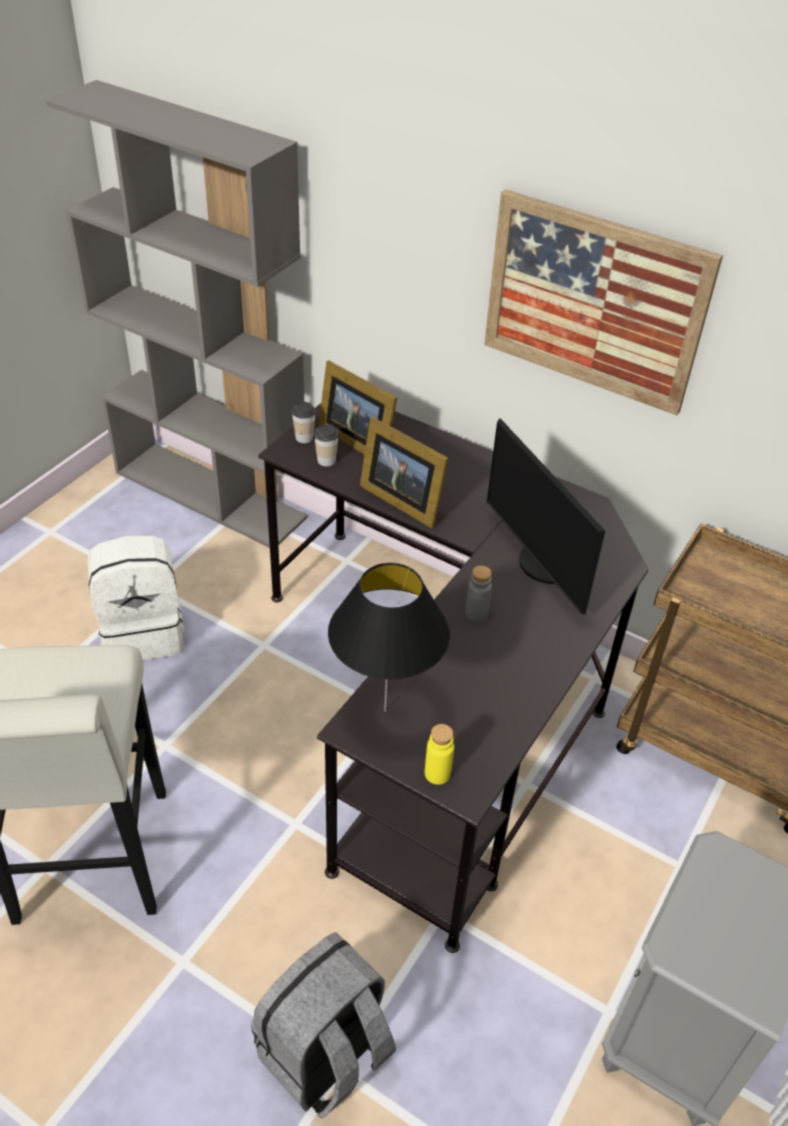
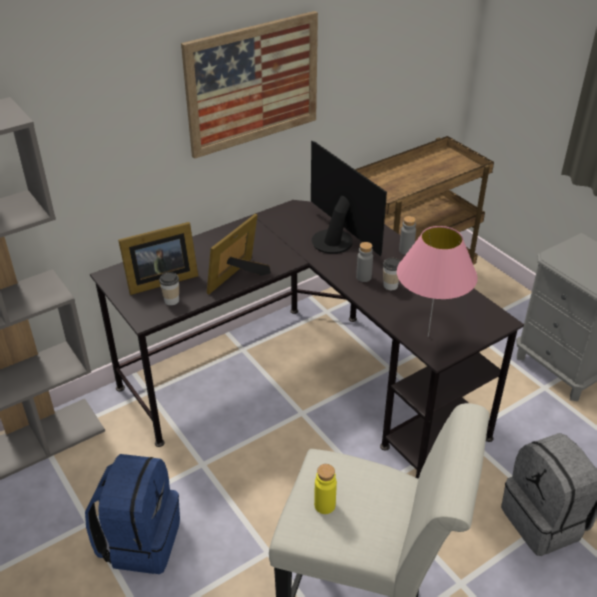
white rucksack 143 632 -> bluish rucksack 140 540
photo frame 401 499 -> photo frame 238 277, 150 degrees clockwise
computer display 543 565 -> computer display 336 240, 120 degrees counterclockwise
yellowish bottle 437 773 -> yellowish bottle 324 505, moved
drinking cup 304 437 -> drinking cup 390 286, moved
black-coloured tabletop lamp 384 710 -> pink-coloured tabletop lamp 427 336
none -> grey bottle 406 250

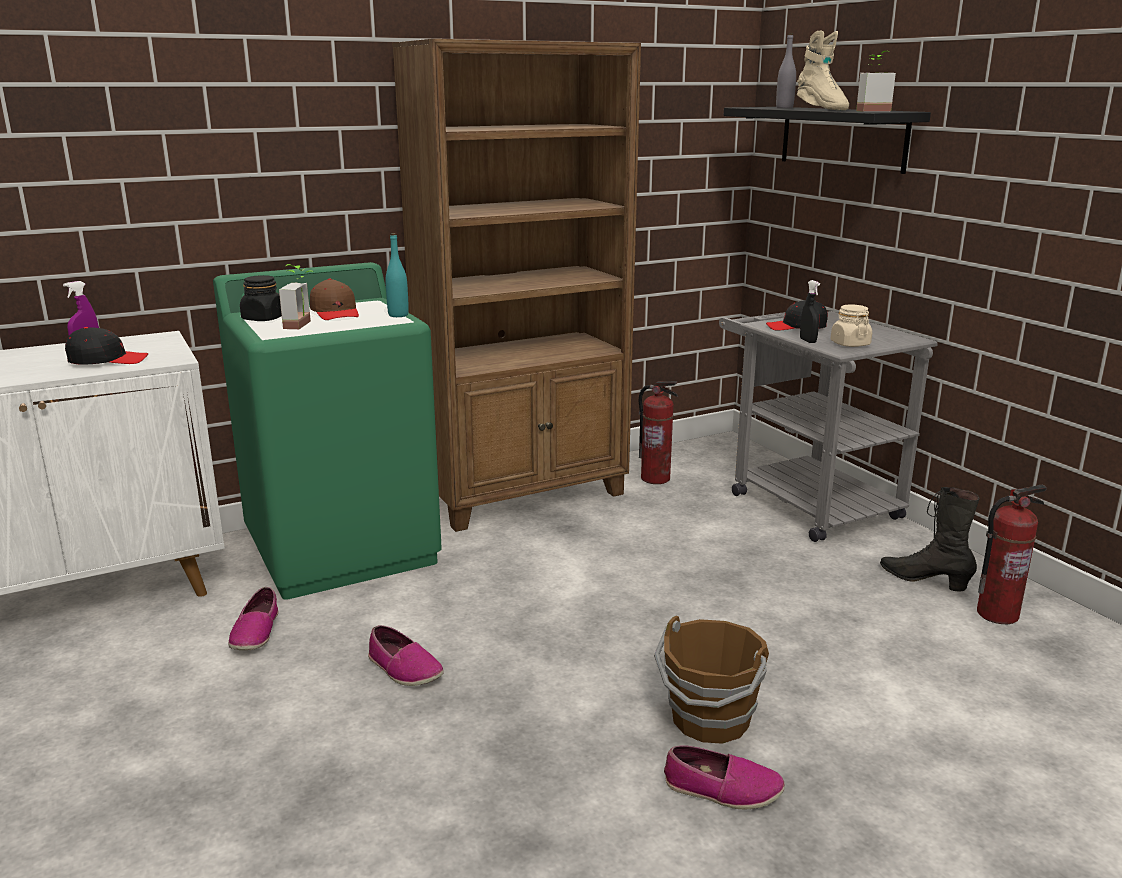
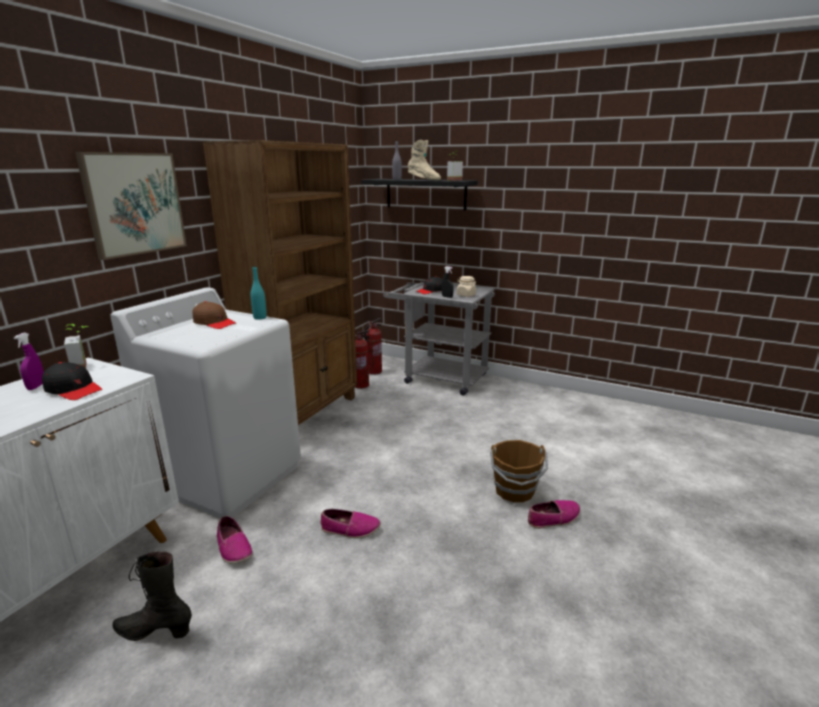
black-coloured baseball cap 107 360 -> black-coloured baseball cap 73 389, 75 degrees clockwise
plant in a pot 304 325 -> plant in a pot 85 366, moved
none -> picture 134 204
green-coloured laundry machine 343 547 -> white laundry machine 228 476
black-coloured tall boot 924 580 -> black-coloured tall boot 154 631, moved
extinguisher 997 614 -> extinguisher 374 371, moved
black-coloured jar 263 318 -> none

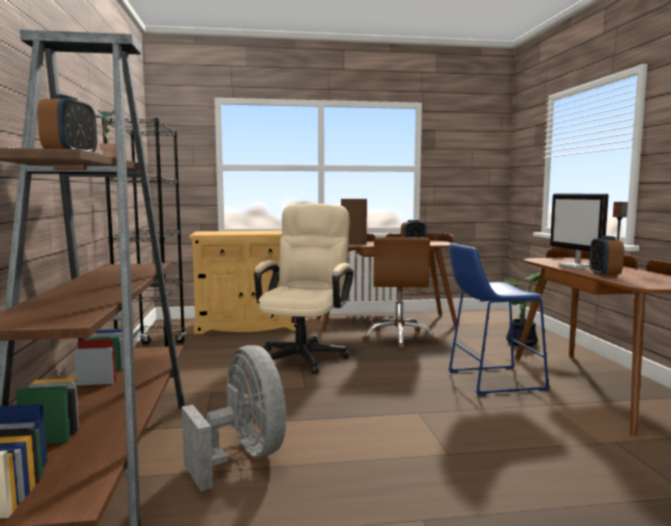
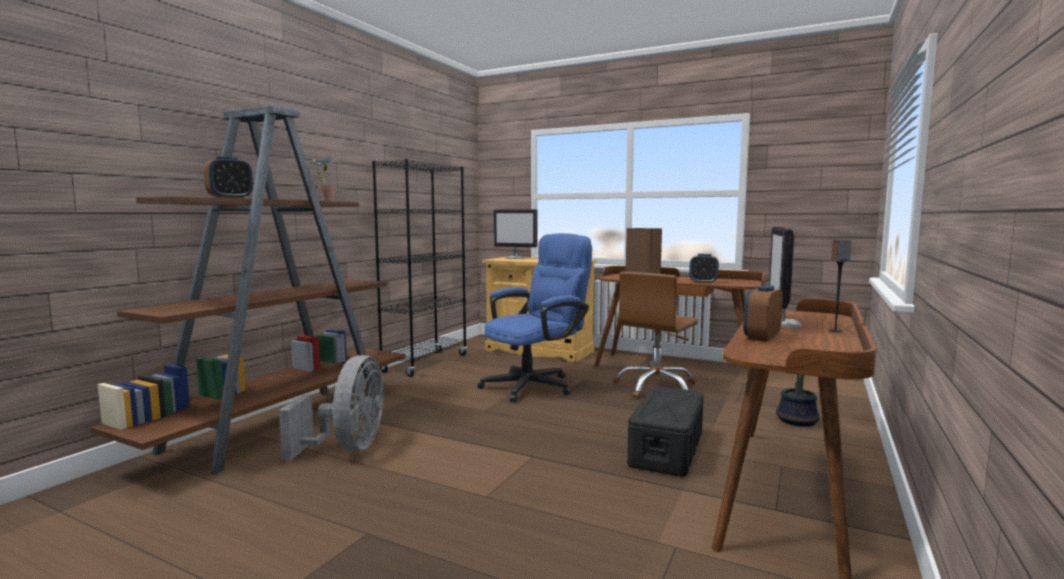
sand-coloured desk chair 305 355 -> bluish desk chair 535 385
none -> computer display 516 258
bluish stool seat 490 381 -> black-coloured storage box 667 449

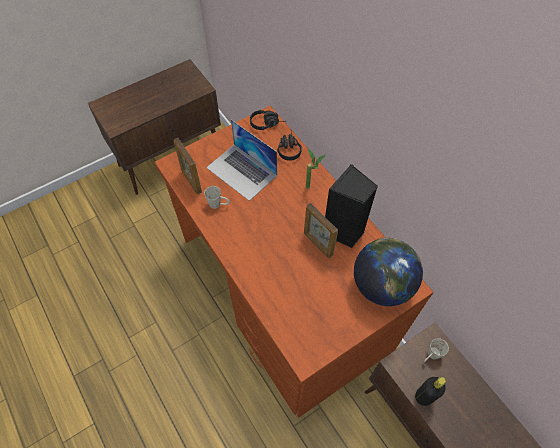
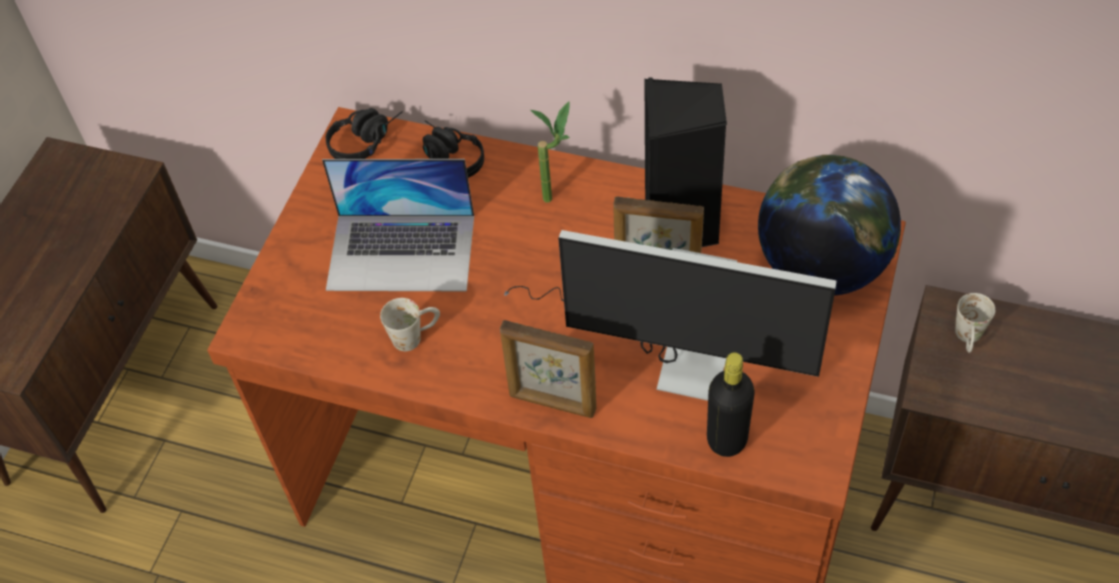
photo frame 191 181 -> photo frame 552 403, moved
none -> computer display 669 354
black-coloured bottle 424 396 -> black-coloured bottle 727 439, moved

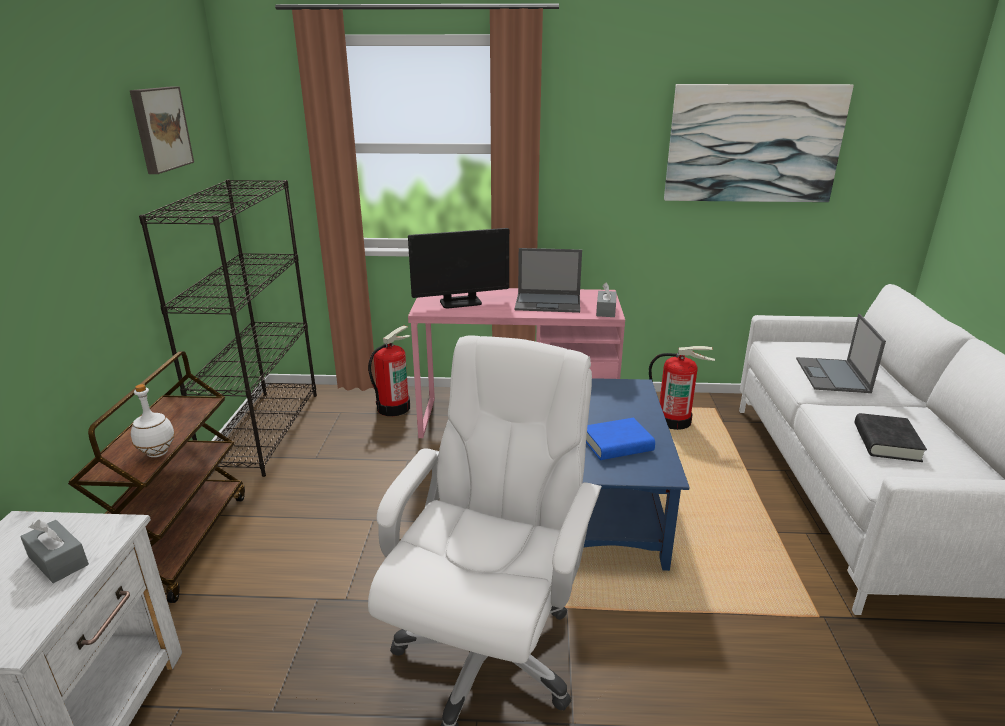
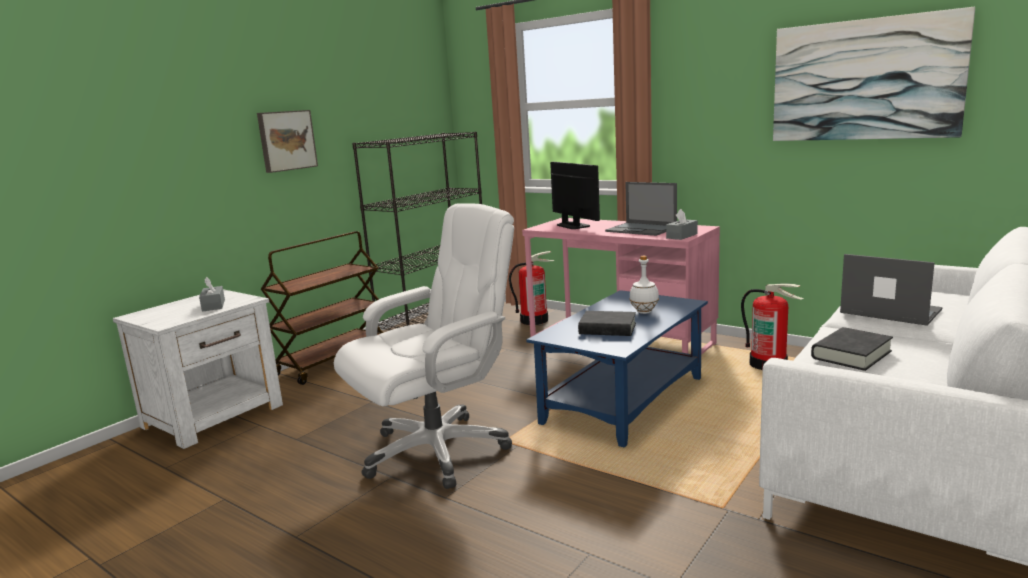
picture 159 129 -> picture 286 140, moved
computer display 460 302 -> computer display 573 225, 135 degrees counterclockwise
bluish book 617 444 -> black-coloured book 607 329
white bottle 158 453 -> white bottle 644 312, moved
portable computer 832 376 -> portable computer 889 311, 90 degrees clockwise

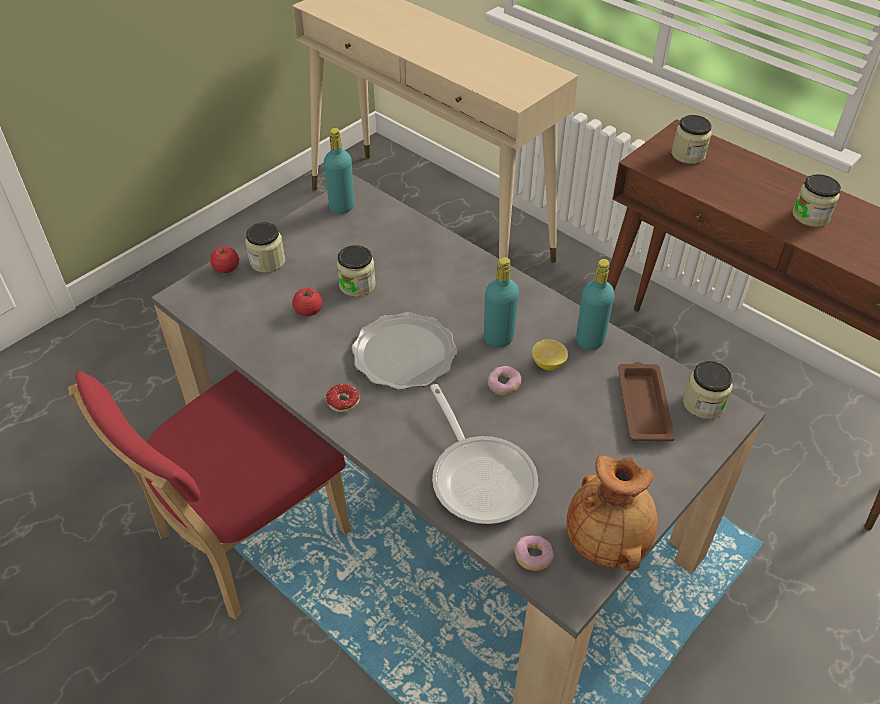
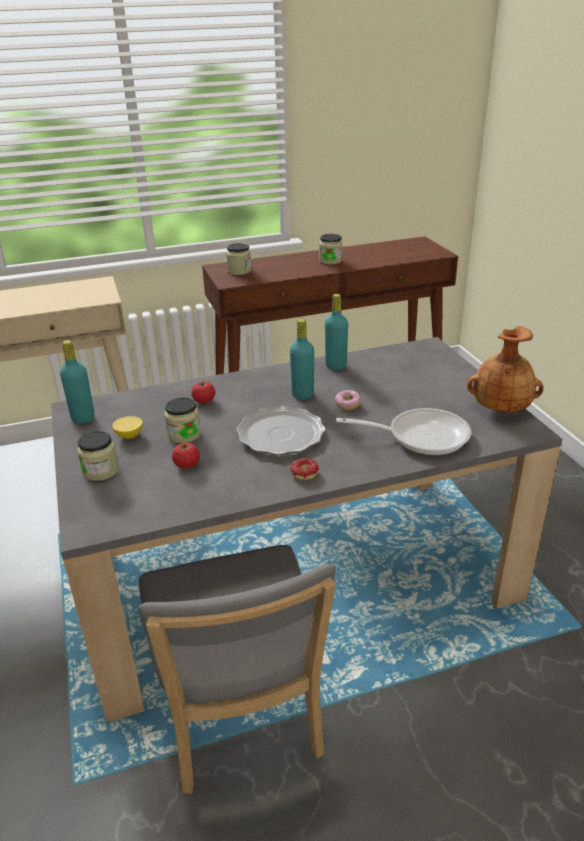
lemon 548 363 -> lemon 129 435, moved
reddish plain chair 245 538 -> grey plain chair 241 719
fresh tomato 226 268 -> fresh tomato 204 401, moved
donut 533 557 -> none
brownish carrying tray 643 405 -> none
jar 703 403 -> none

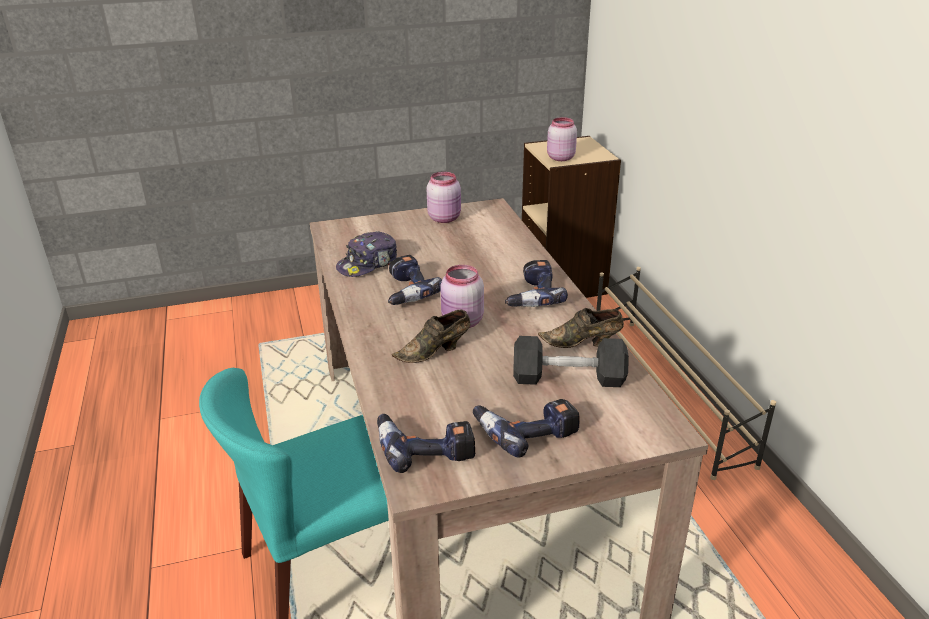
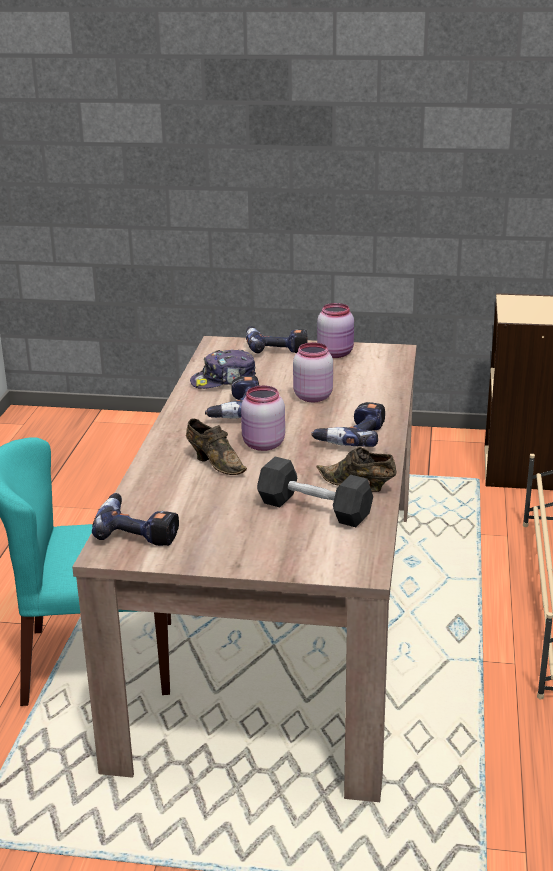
brownish low shoe 435 352 -> brownish low shoe 215 463, 135 degrees counterclockwise
power drill 526 431 -> power drill 276 347, moved
pink-coloured jar 560 158 -> pink-coloured jar 312 397, moved

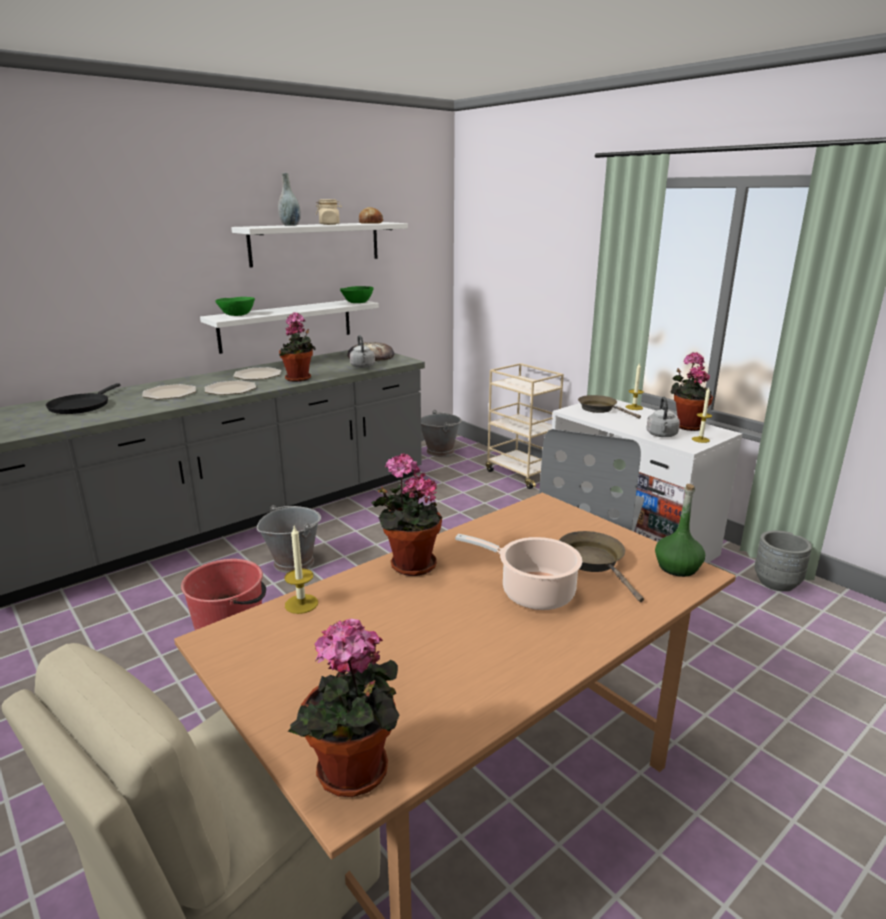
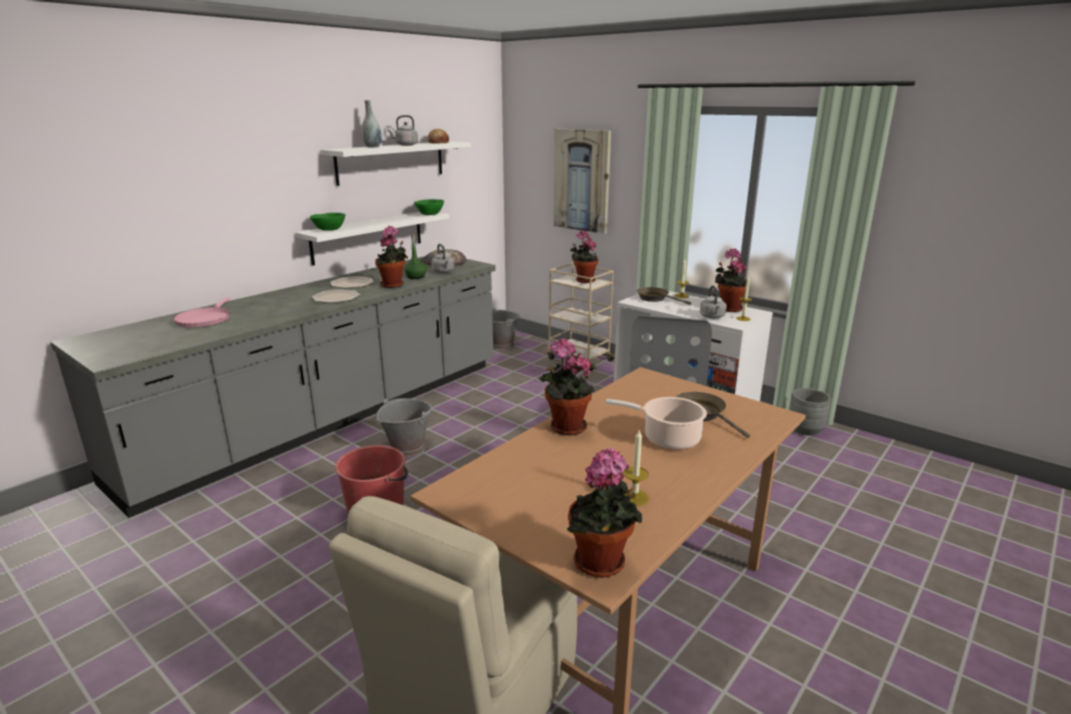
black-coloured frying pan 81 406 -> pink-coloured frying pan 204 319
sand-coloured jar 329 224 -> grey tea kettle 405 145
green-coloured bottle 677 567 -> green-coloured bottle 416 277, moved
none -> picture 582 180
none -> plant in a pot 583 280
wax candle 301 604 -> wax candle 634 497, moved
dinner plate 170 393 -> none

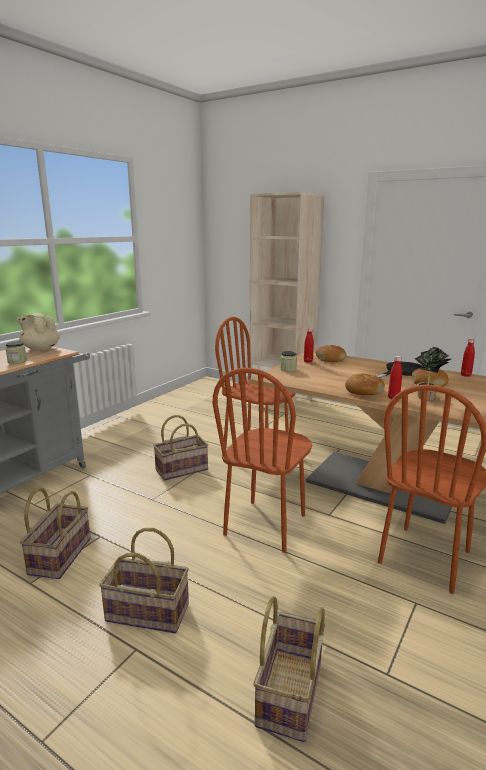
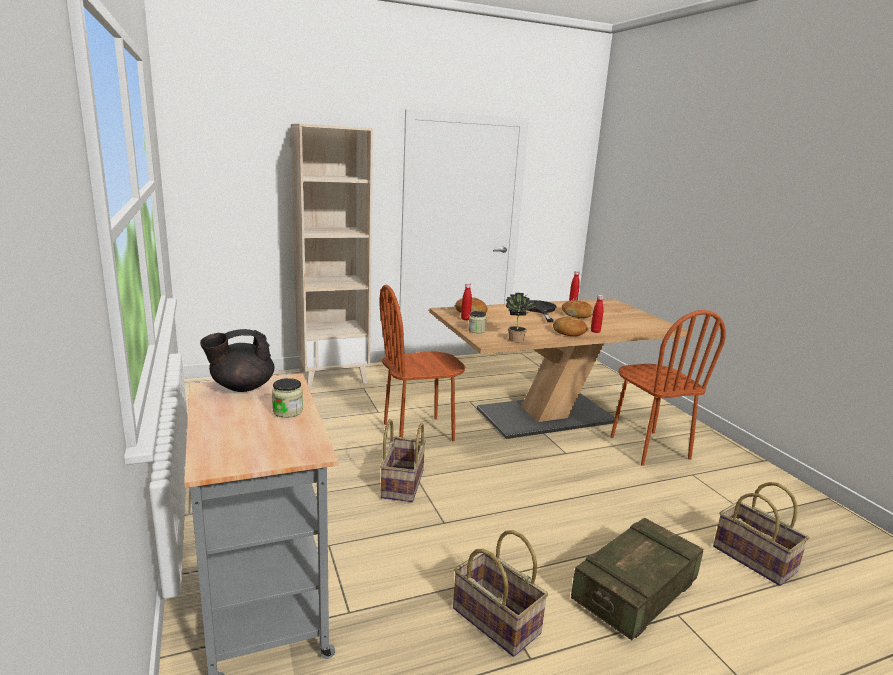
sand-coloured pot for tea 40 349 -> black-coloured pot for tea 241 387
plant in a pot 428 398 -> plant in a pot 518 340, moved
storage basket 146 613 -> shipping crate 634 592
brownish plain chair 266 525 -> none

